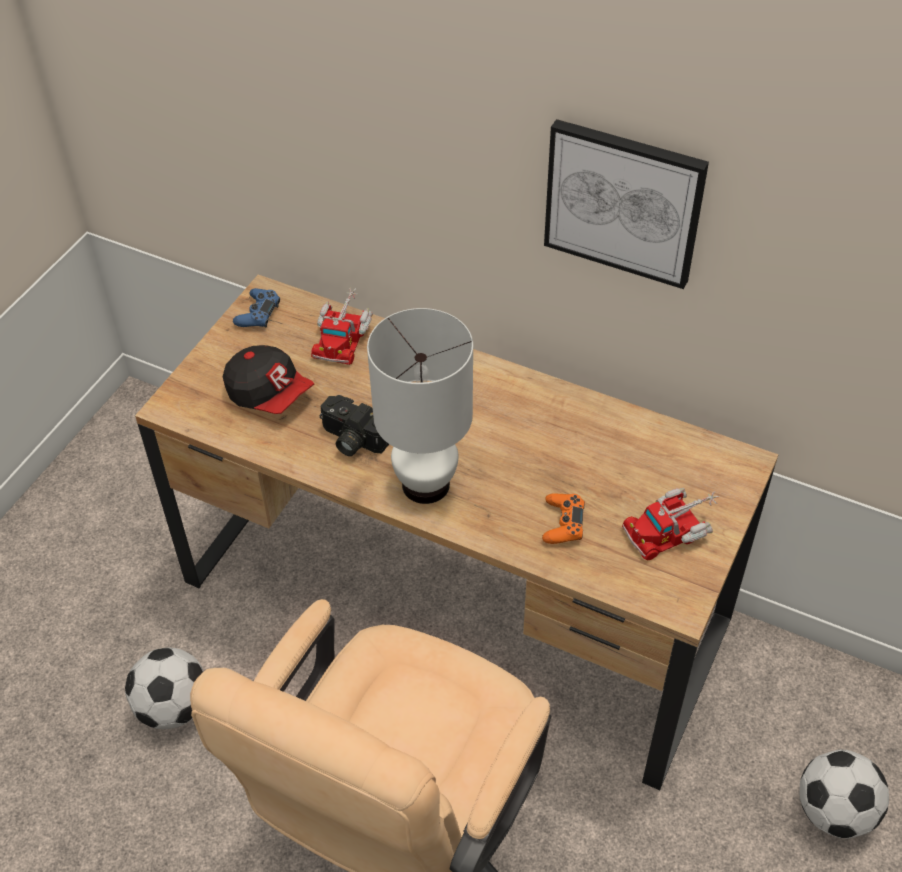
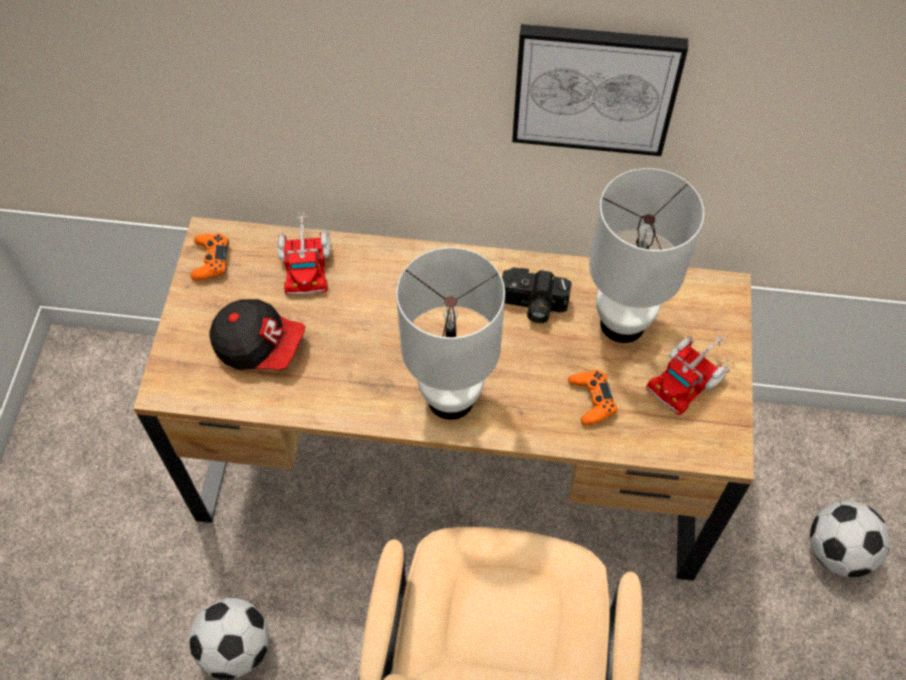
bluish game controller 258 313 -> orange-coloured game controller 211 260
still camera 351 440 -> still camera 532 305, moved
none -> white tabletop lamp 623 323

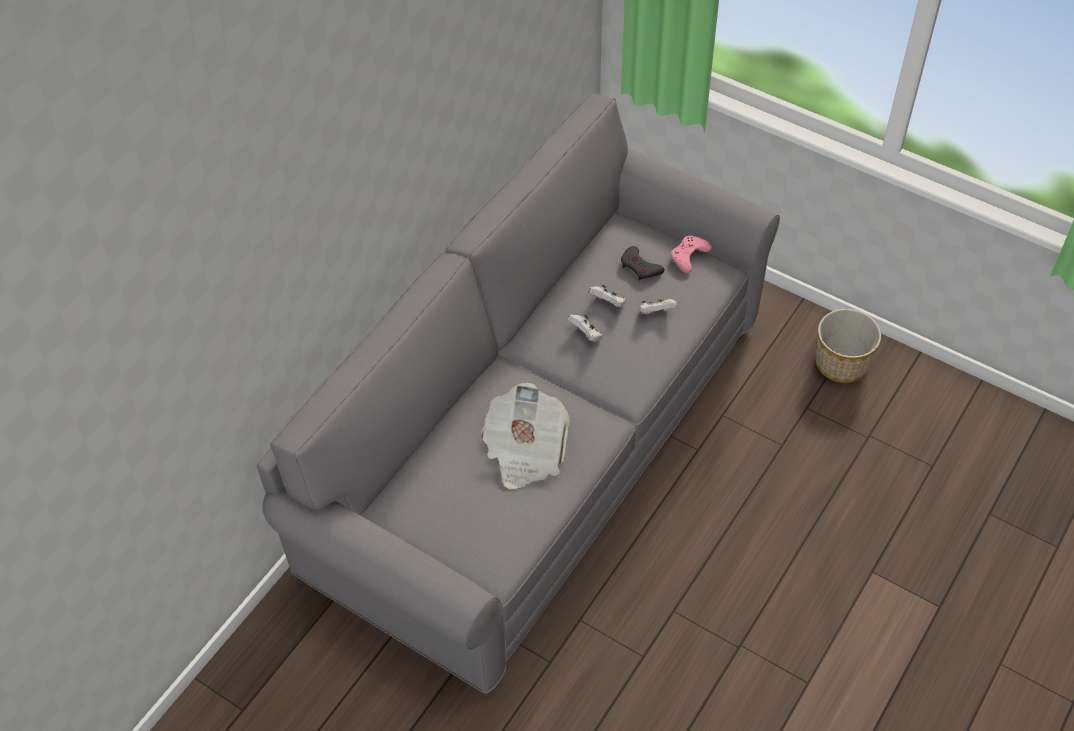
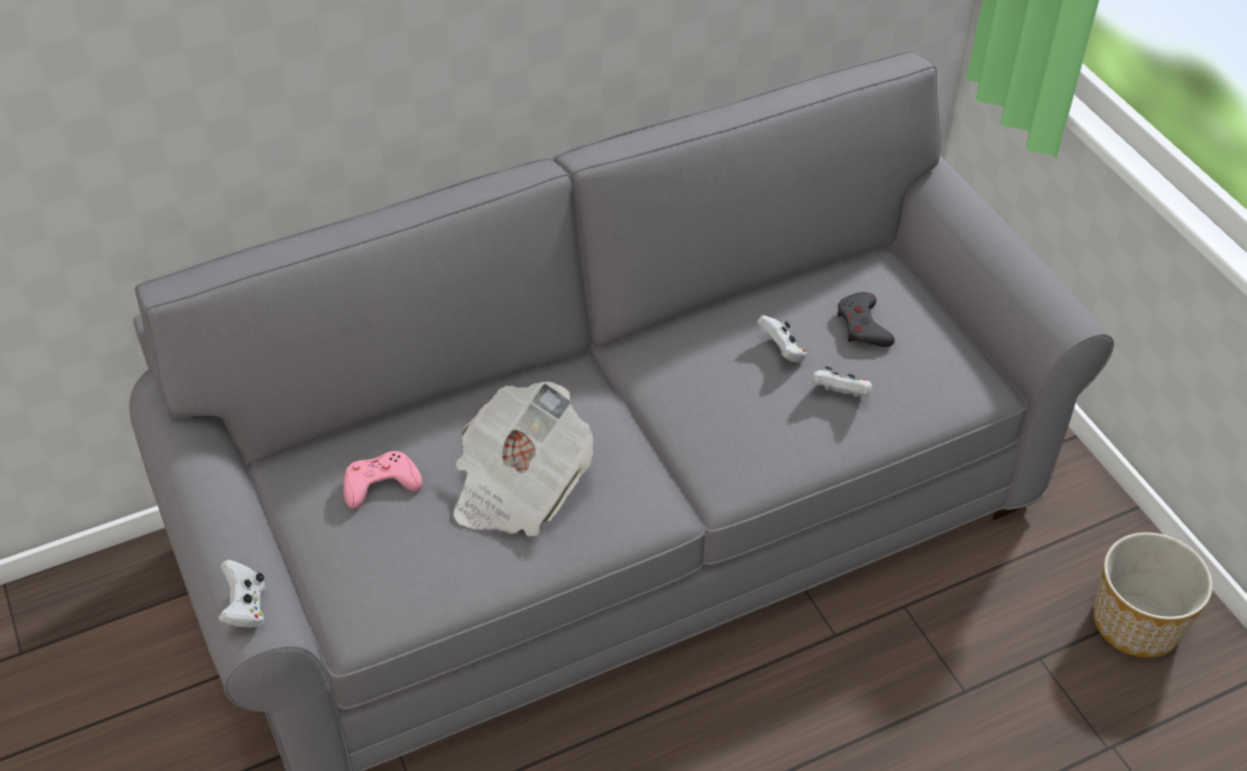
white game controller 586 335 -> white game controller 246 607, moved
pink-coloured game controller 689 256 -> pink-coloured game controller 380 484, moved

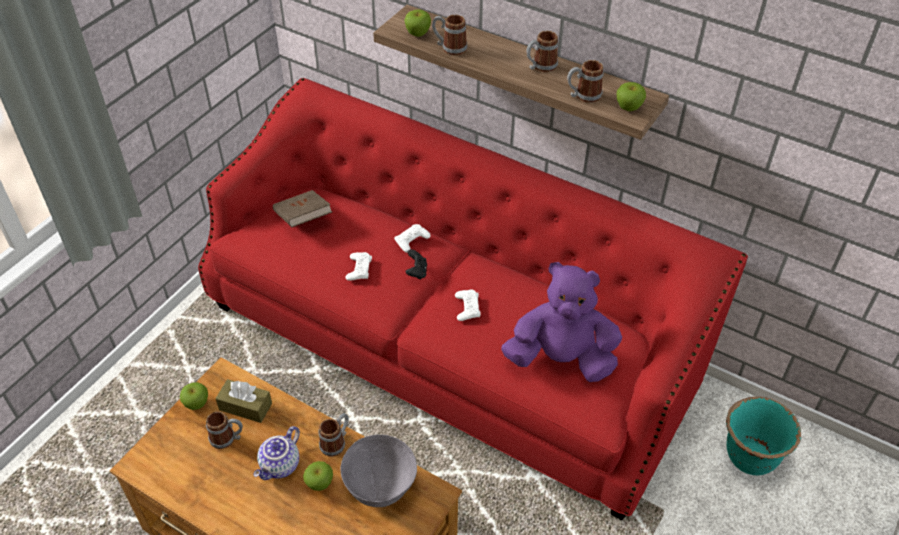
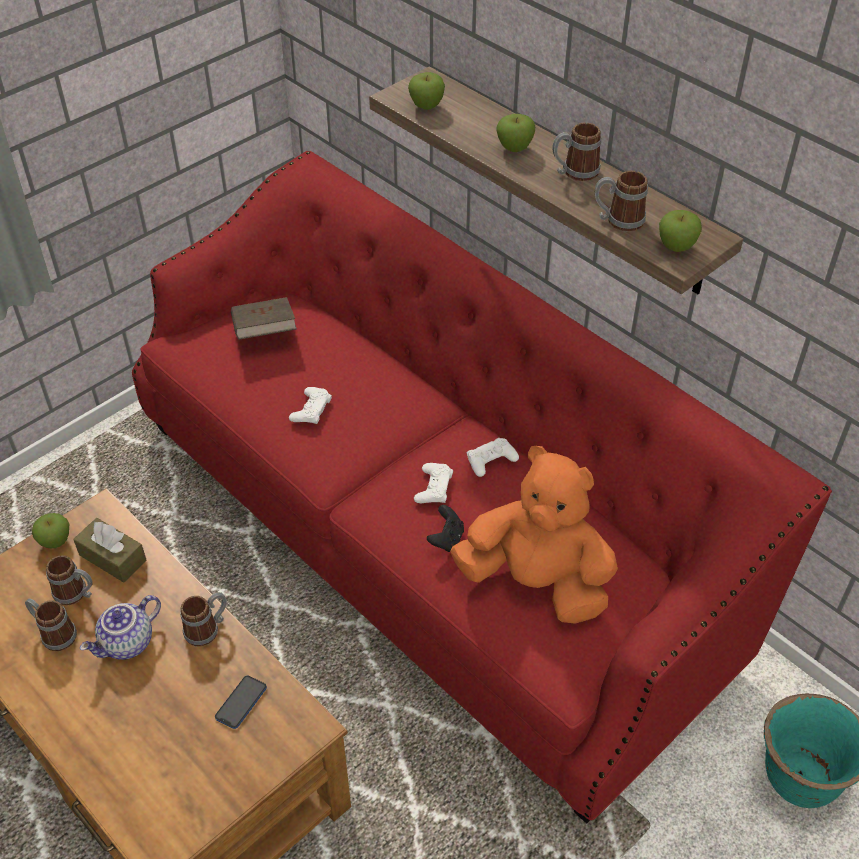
tea mug 449 48 -> tea mug 54 634, moved
grey deep dish 380 488 -> phone 241 702
black-coloured game controller 416 272 -> black-coloured game controller 446 539, moved
purple plush toy 561 359 -> orange-coloured plush toy 536 582
white game controller 411 240 -> white game controller 491 460, moved
whole apple 319 484 -> whole apple 514 148, moved

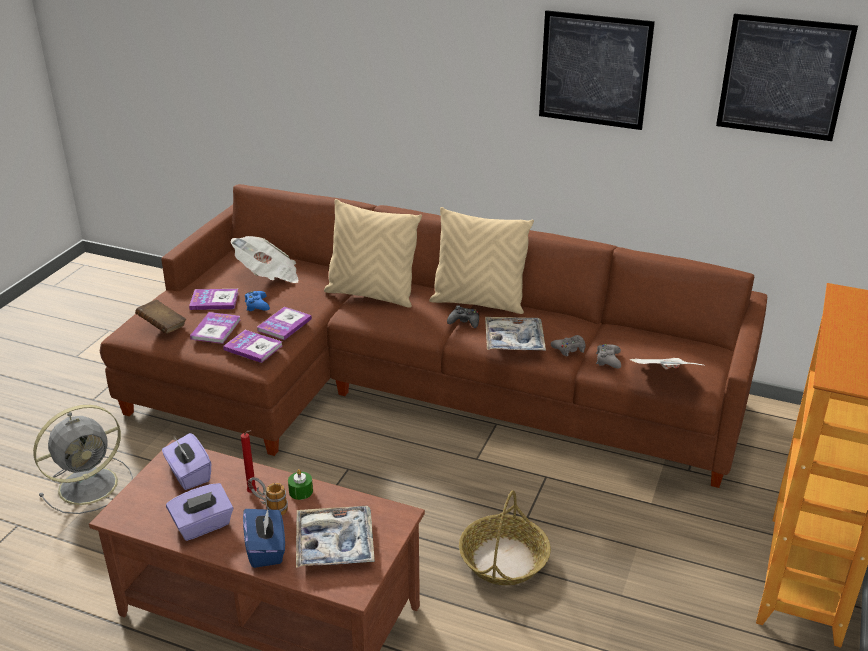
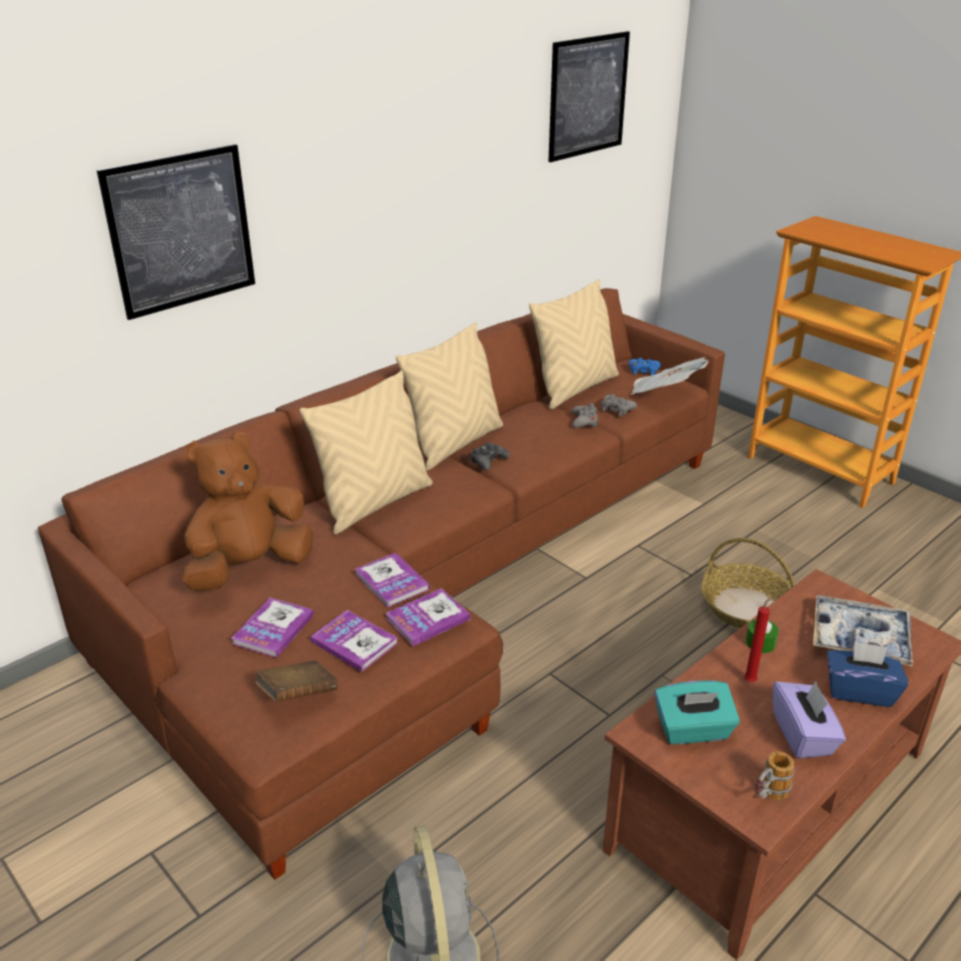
picture 594 70 -> picture 181 231, moved
printed paper 268 275 -> brownish plush toy 249 568
none -> sand-coloured throw pillow 575 388
bluish game controller 257 305 -> bluish game controller 643 371, moved
purple tissue holder 189 474 -> turquoise-coloured tissue holder 693 730
tea mug 268 507 -> tea mug 767 796, moved
carrying tray 514 341 -> none

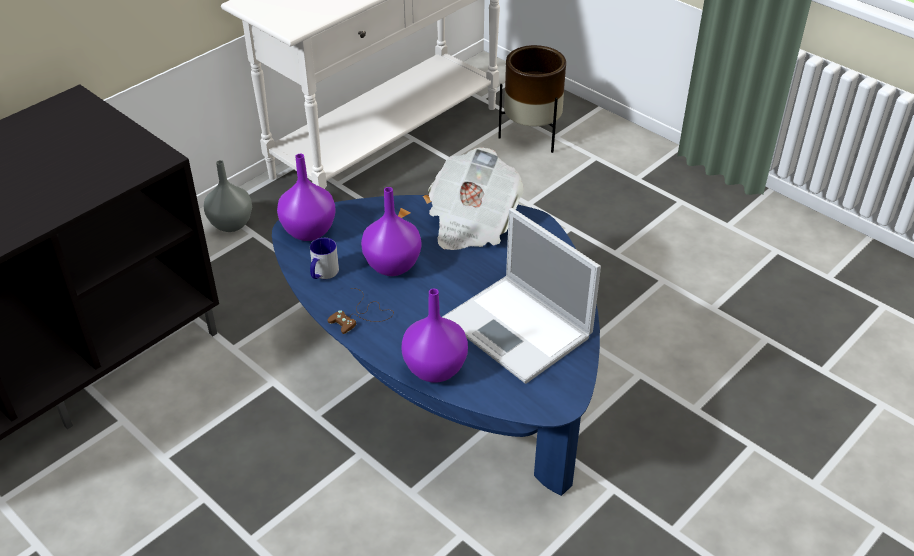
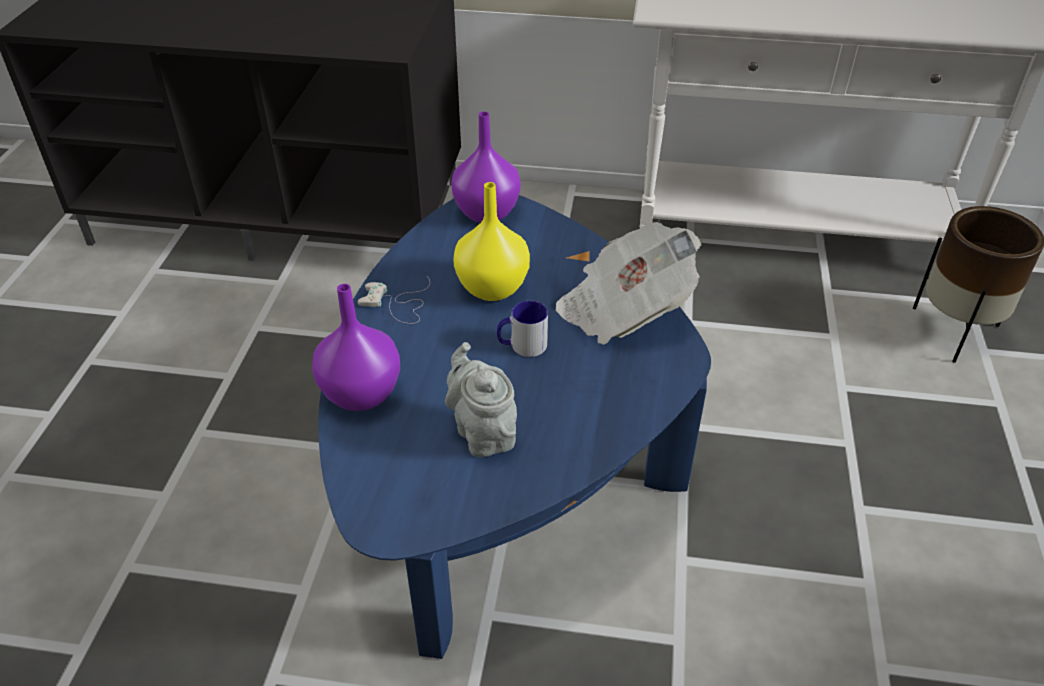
brownish game controller 362 315 -> white game controller 397 304
portable computer 519 329 -> grey pot for tea 483 432
purple decorative vase 393 266 -> yellowish decorative vase 493 289
tea mug 323 273 -> tea mug 522 346, moved
grey decorative vase 231 223 -> none

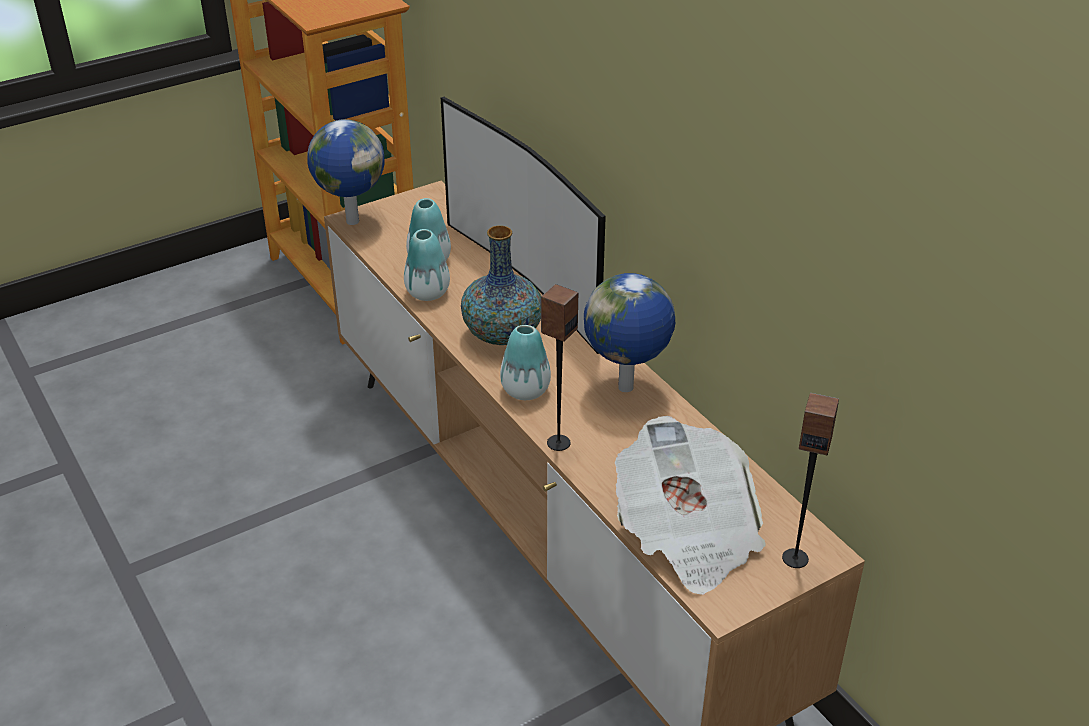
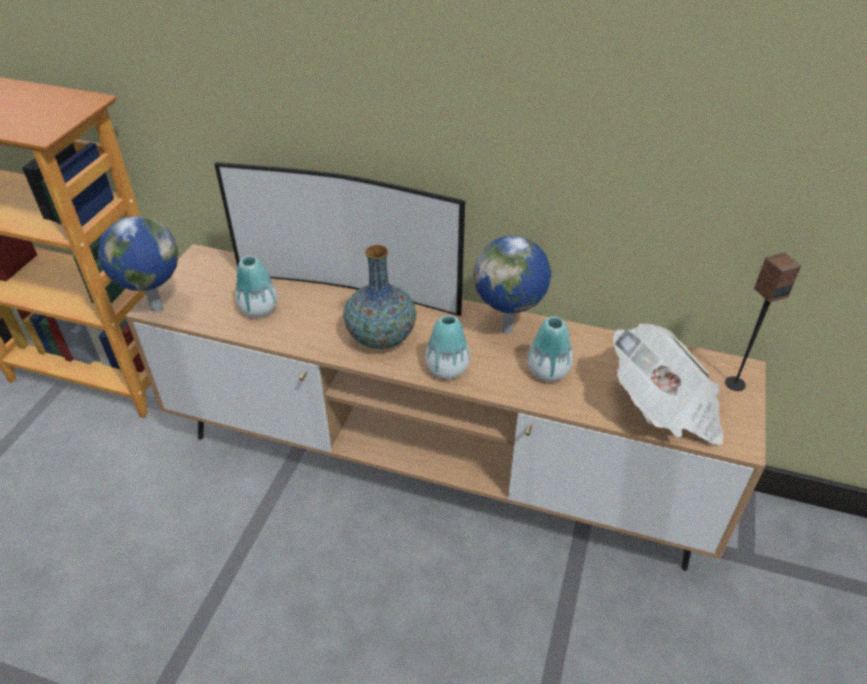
decorative vase 427 293 -> decorative vase 548 371, moved
audio speaker 558 442 -> none

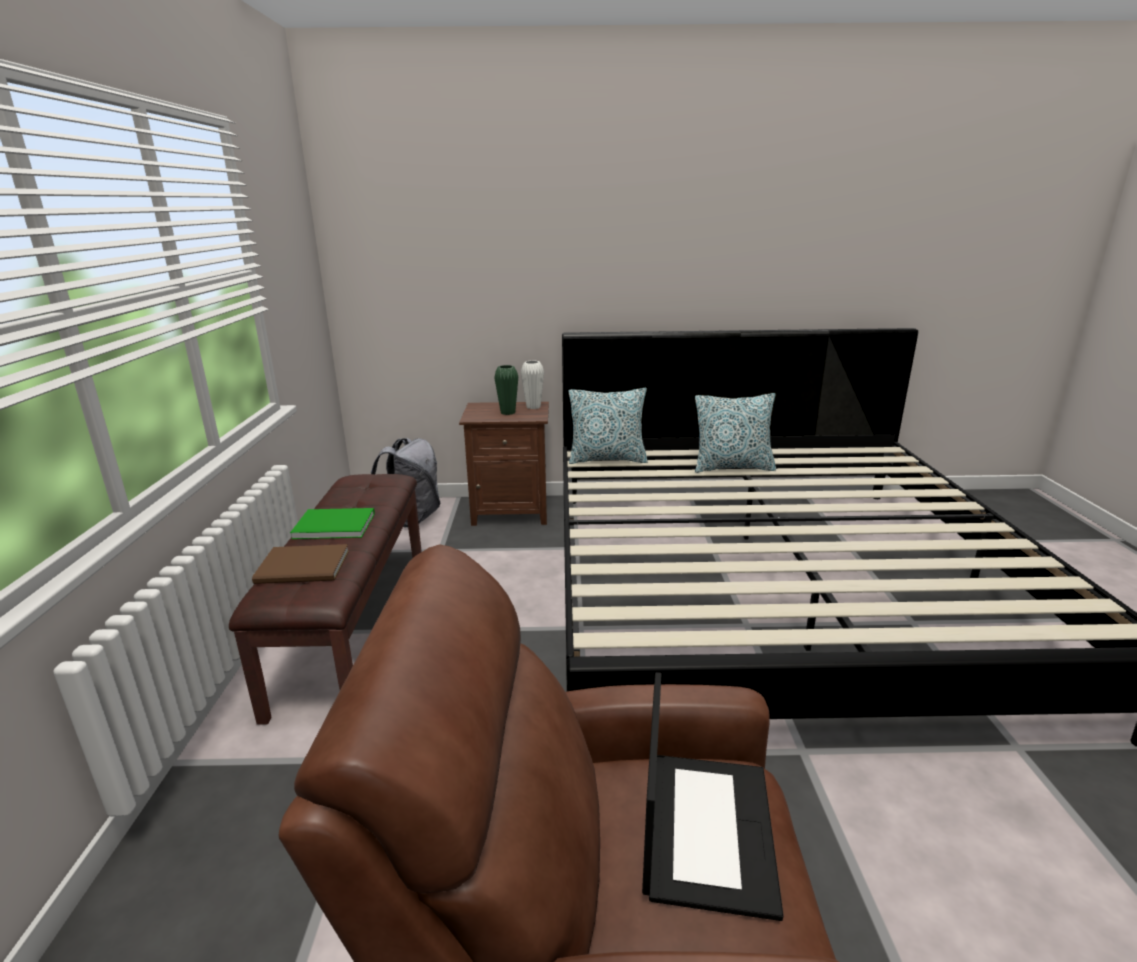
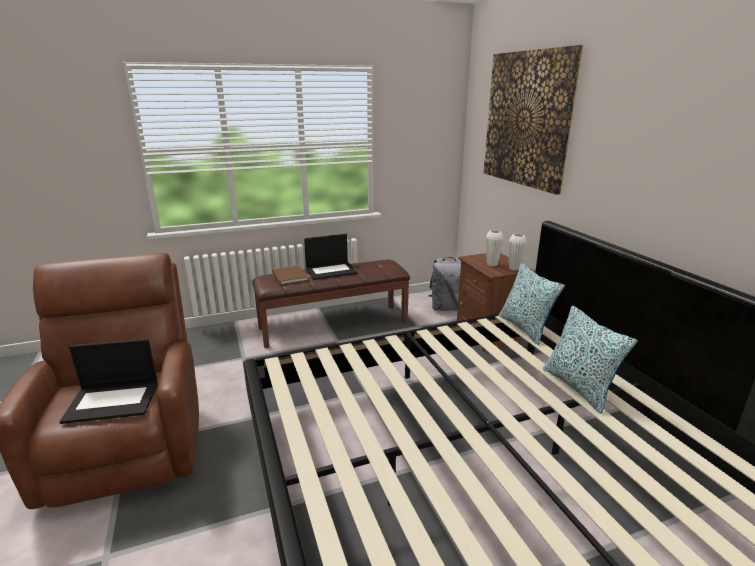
green-coloured book 333 525 -> portable computer 331 271
none -> picture 527 119
green-coloured decorative vase 508 412 -> white decorative vase 492 264

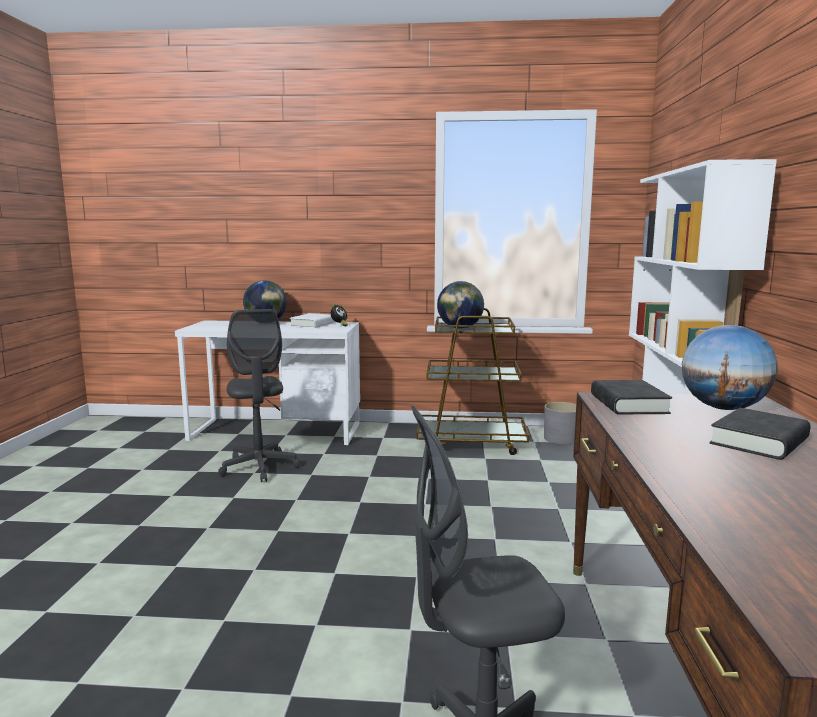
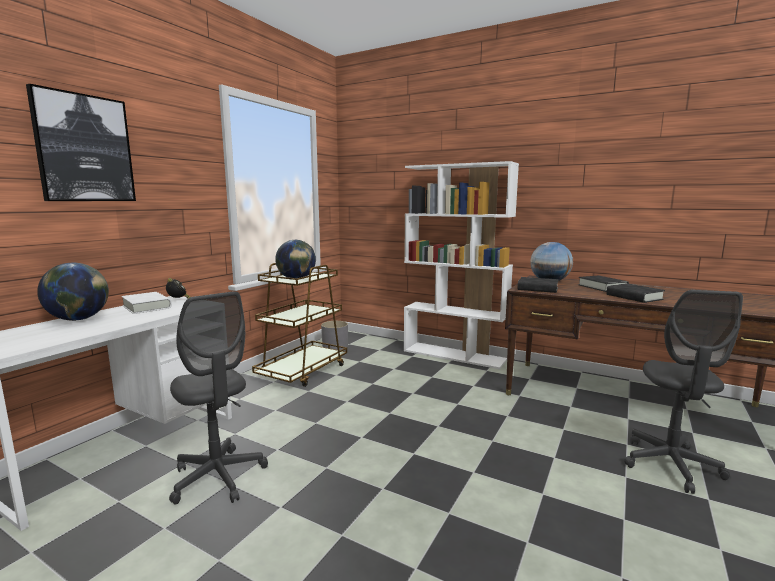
none -> picture 84 148
grey desk chair 259 467 -> grey desk chair 218 477, 45 degrees clockwise
none -> black-coloured book 634 297

